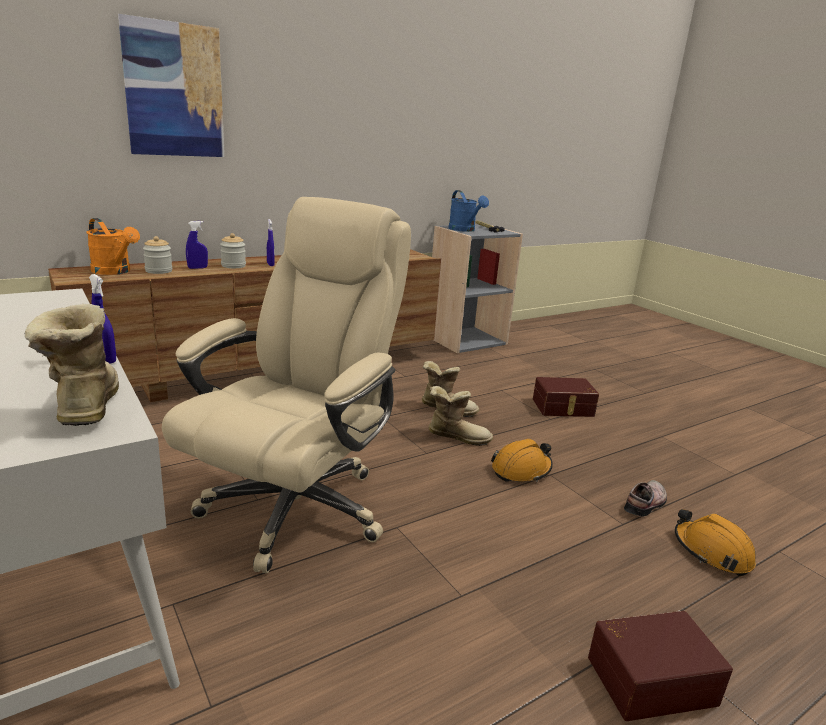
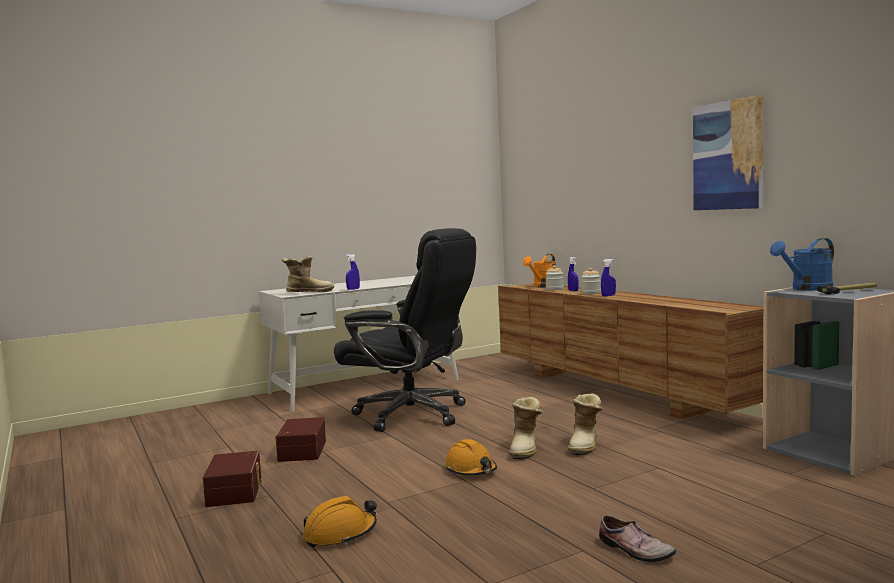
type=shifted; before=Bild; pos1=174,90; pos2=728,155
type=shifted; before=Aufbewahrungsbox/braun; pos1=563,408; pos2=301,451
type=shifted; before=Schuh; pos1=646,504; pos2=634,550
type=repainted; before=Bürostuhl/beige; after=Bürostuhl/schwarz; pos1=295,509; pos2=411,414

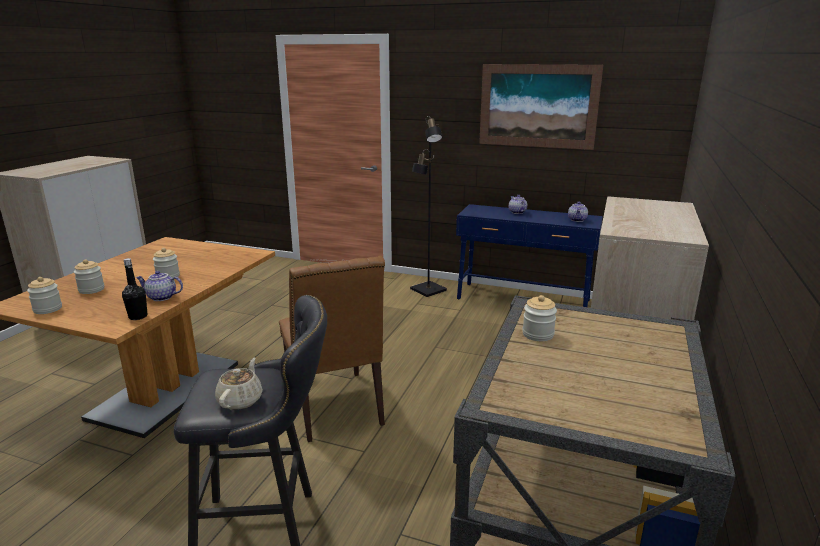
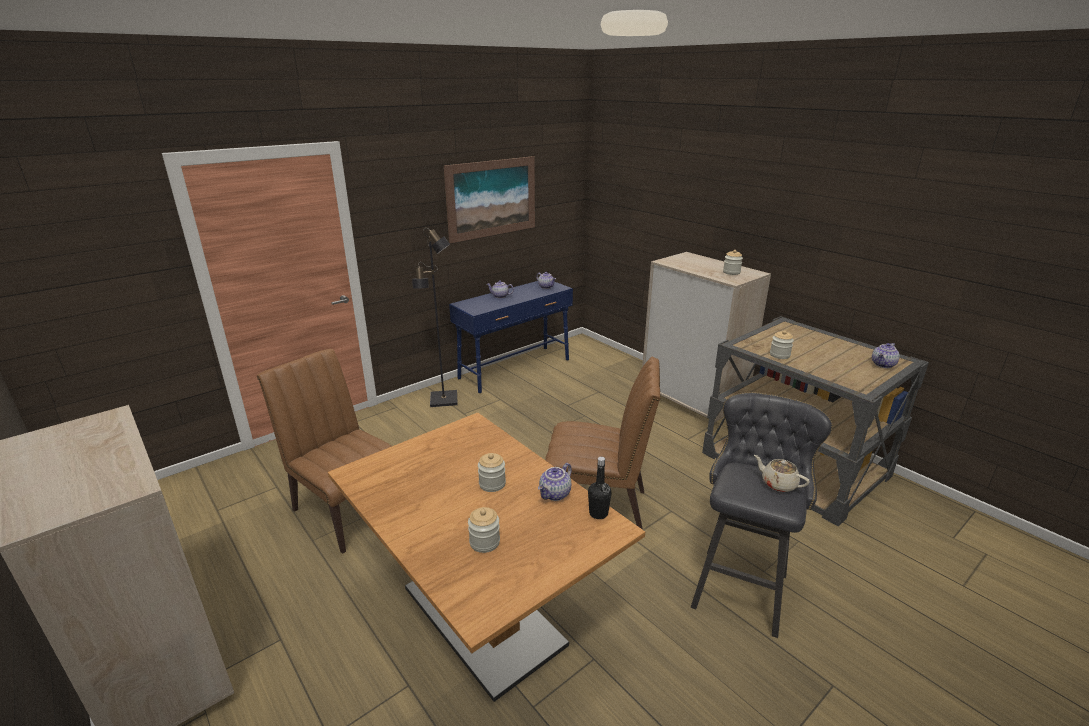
type=new; after=Stuhl/braun; pos2=348,513
type=new; after=Teekanne; pos2=883,365
type=shifted; before=Vorratsglas; pos1=47,309; pos2=731,272

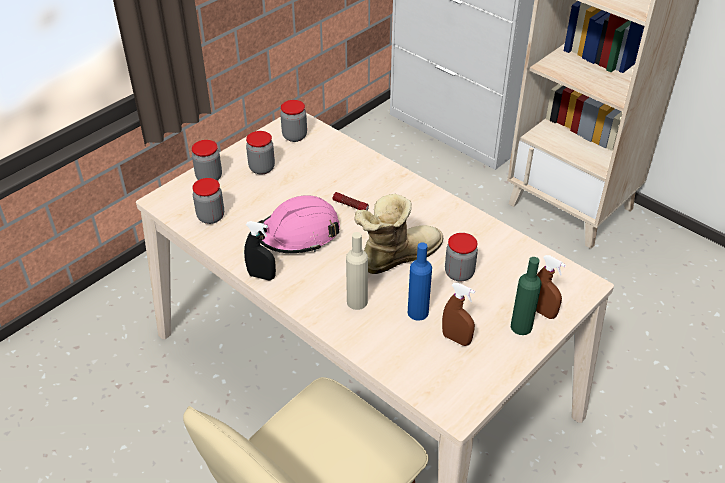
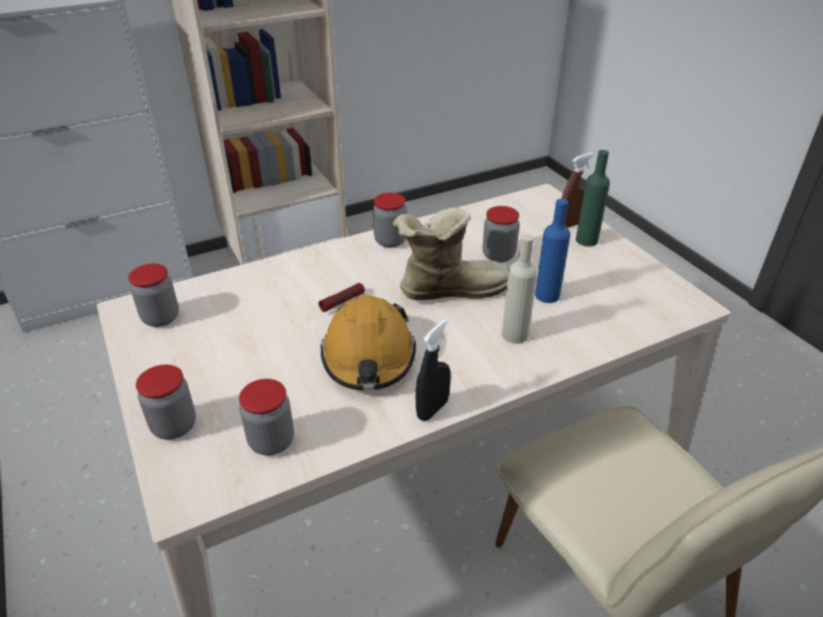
type=gone; before=Sprühflasche/braun; pos1=456,339
type=shifted; before=Vorratsglas; pos1=262,168; pos2=390,241
type=repainted; before=Schutzhelm/rosa; after=Schutzhelm/orange; pos1=299,234; pos2=369,357
type=rotated; before=Stiefel; pos1=396,255; pos2=450,288; turn=90

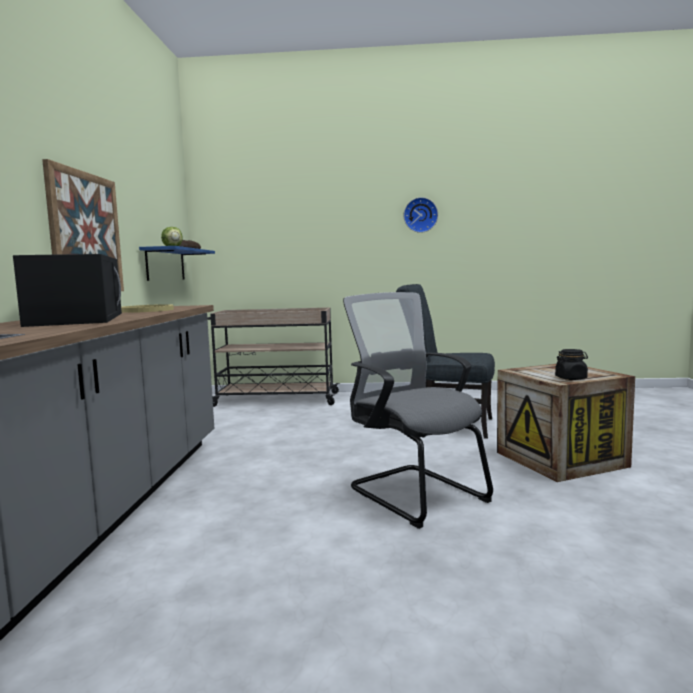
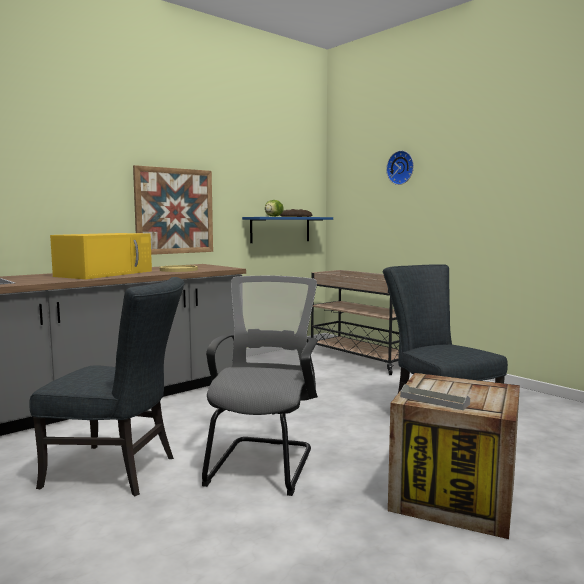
type=new; after=Stuhl/grau; pos2=119,471
type=shifted; before=Wanduhr; pos1=420,215; pos2=401,167
type=swapped; before=Vorratsglas/schwarz; after=Tablett/grau; pos1=571,378; pos2=434,400
type=repainted; before=Mikrowelle/schwarz; after=Mikrowelle/gelb; pos1=77,319; pos2=105,273

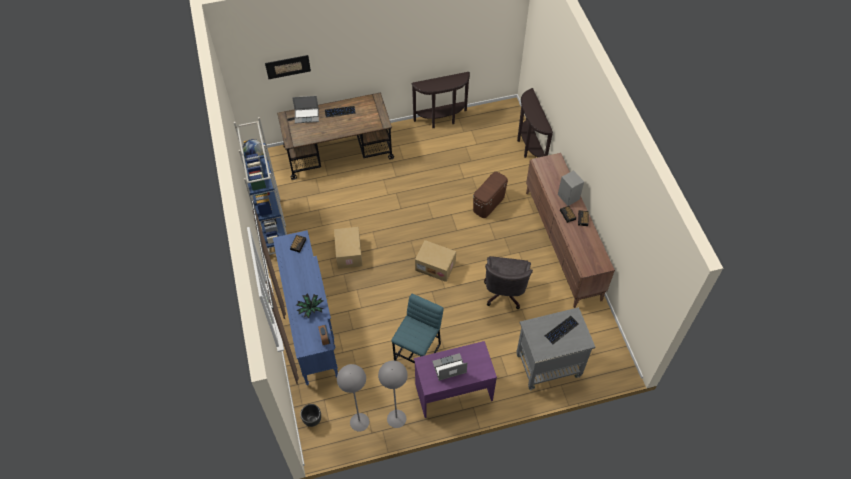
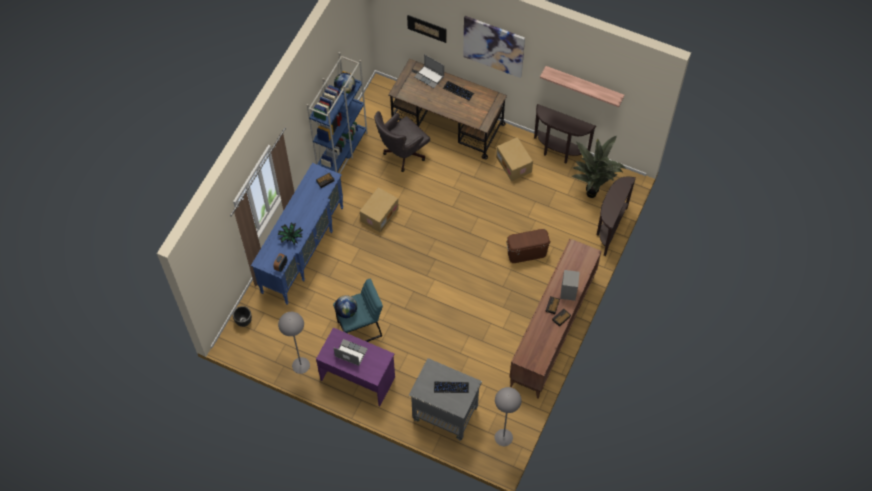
type=new; after=Globus; pos2=346,311
type=new; after=Bild; pos2=493,46
type=new; after=Wandregal; pos2=584,85
type=new; after=Topfpflanze; pos2=592,192
type=shifted; before=Stehlampe/grau; pos1=359,422; pos2=503,437
type=shifted; before=Karton; pos1=436,266; pos2=514,164
type=shifted; before=Bürostuhl/grau; pos1=504,295; pos2=403,155

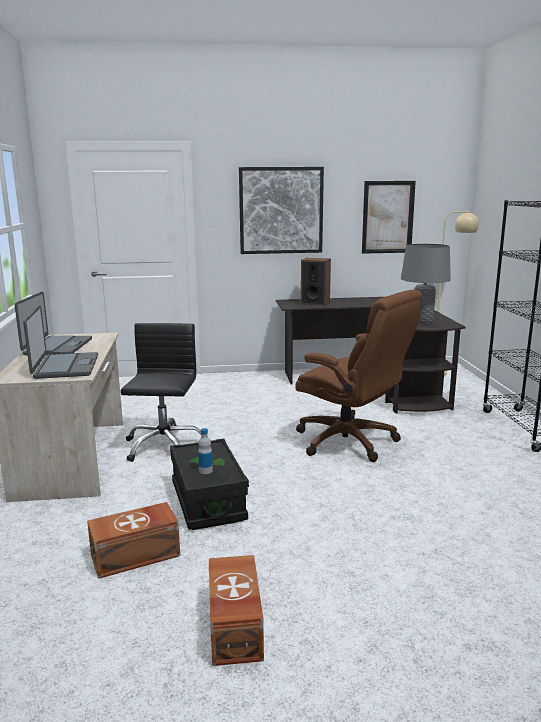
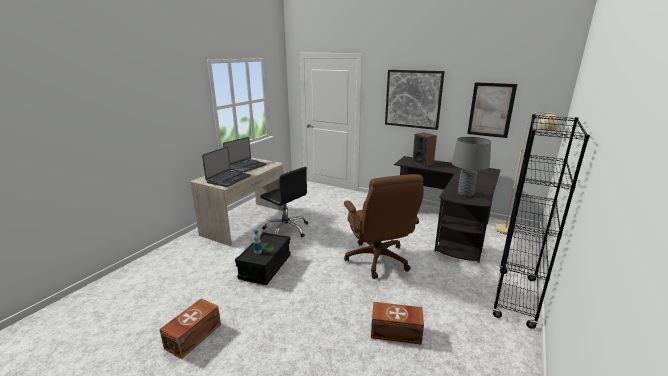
type=shifted; before=Aufbewahrungsbox/braun; pos1=137,556; pos2=396,332
type=rotated; before=Bürostuhl/schwarz; pos1=164,446; pos2=286,229; turn=90

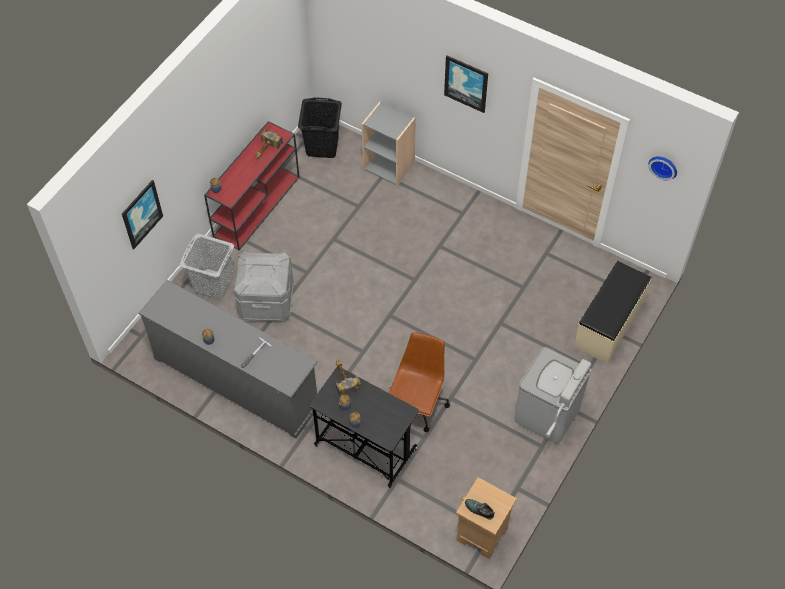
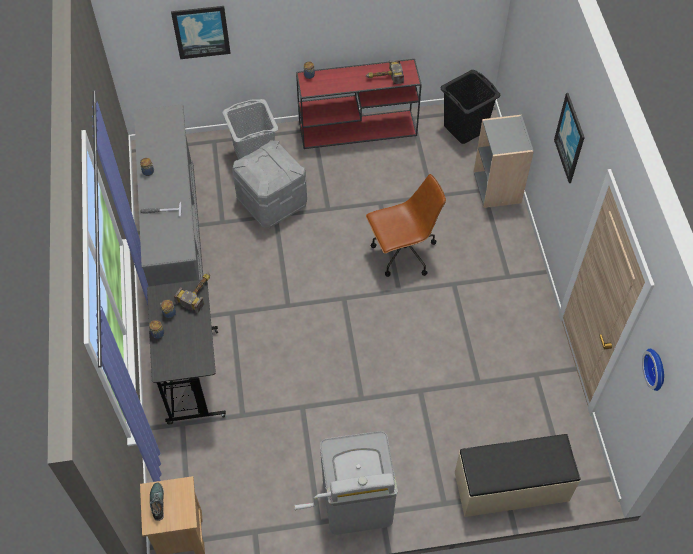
type=shifted; before=Bürostuhl/braun; pos1=417,406; pos2=403,253

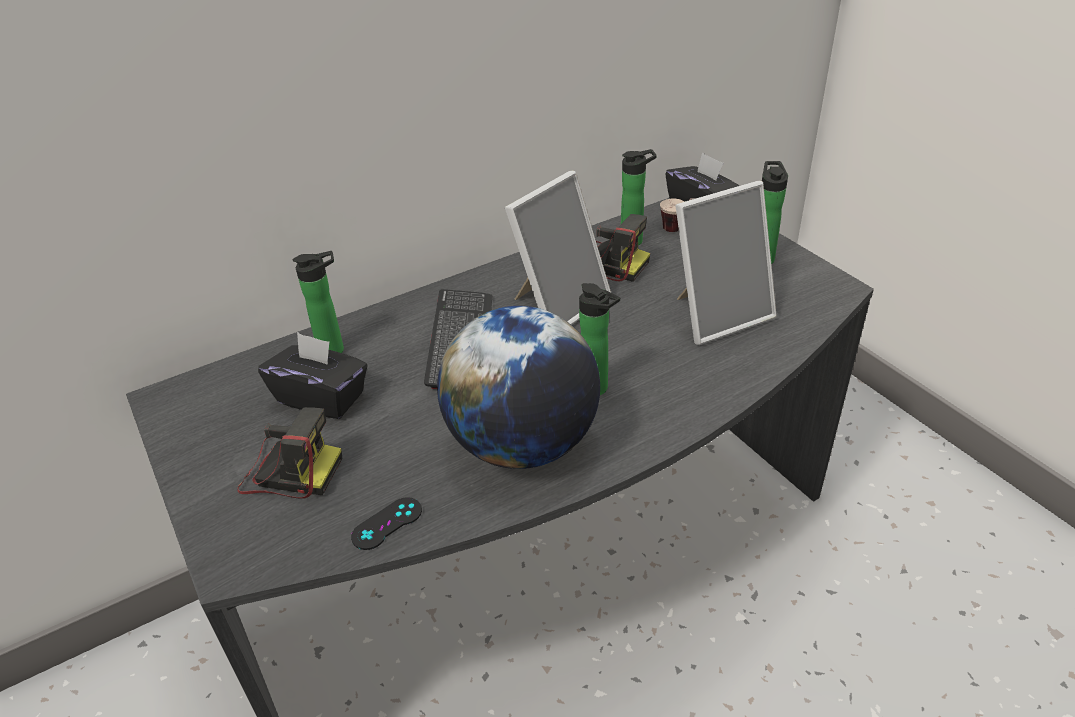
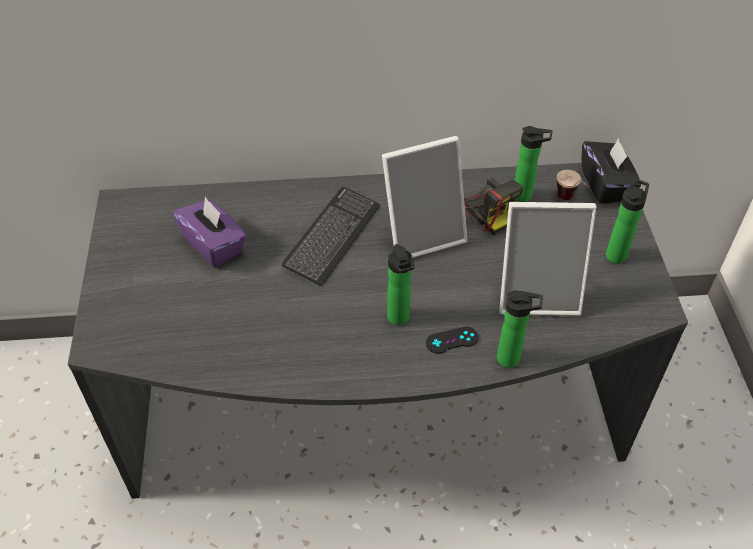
type=gone; before=Kamera; pos1=289,470
type=gone; before=Globus; pos1=523,444
type=shifted; before=Flasche; pos1=335,350; pos2=512,359
type=shifted; before=Gamepad/schwarz; pos1=387,523; pos2=452,340
type=repainted; before=Taschentuchbox/schwarz; after=Taschentuchbox/lila; pos1=322,397; pos2=214,245

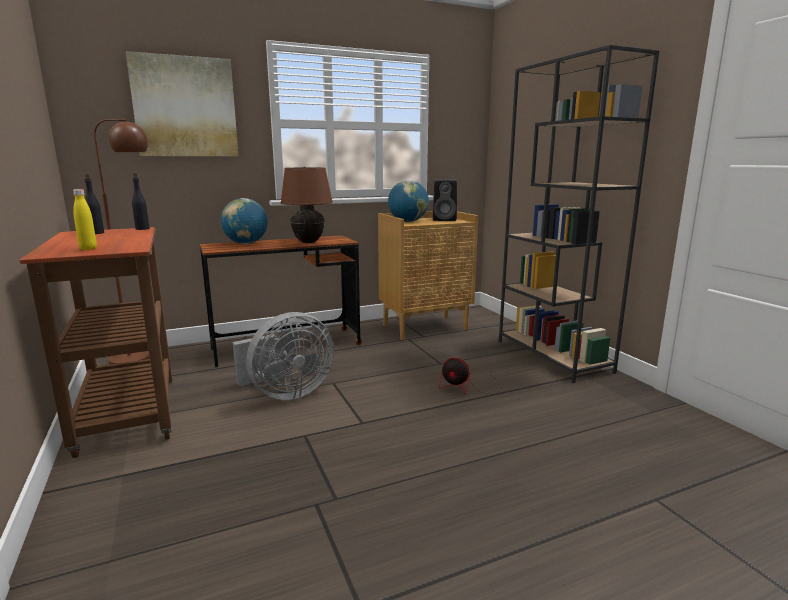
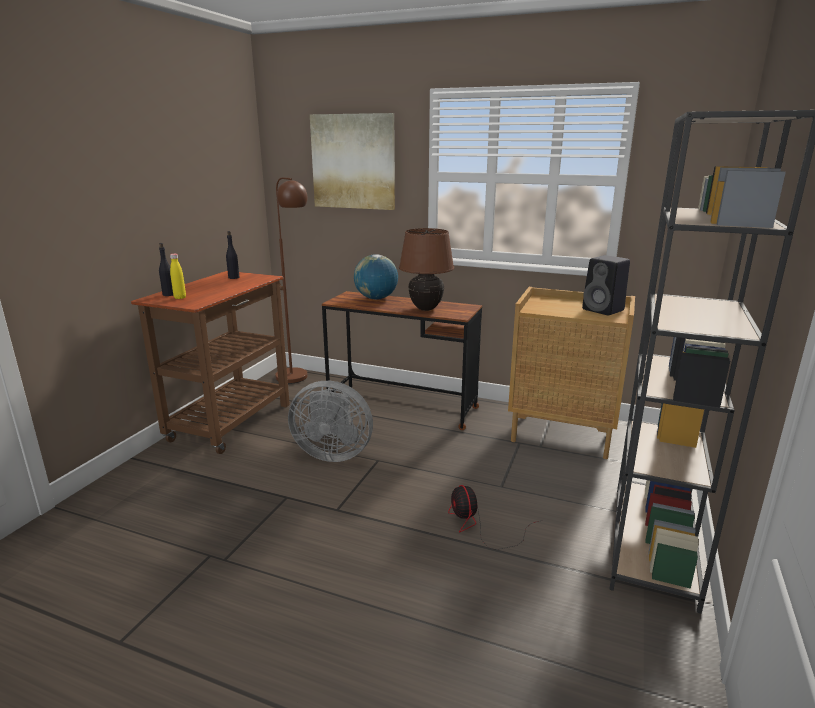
type=gone; before=Globus; pos1=408,221
type=shifted; before=Flasche/schwarz; pos1=142,229; pos2=169,294

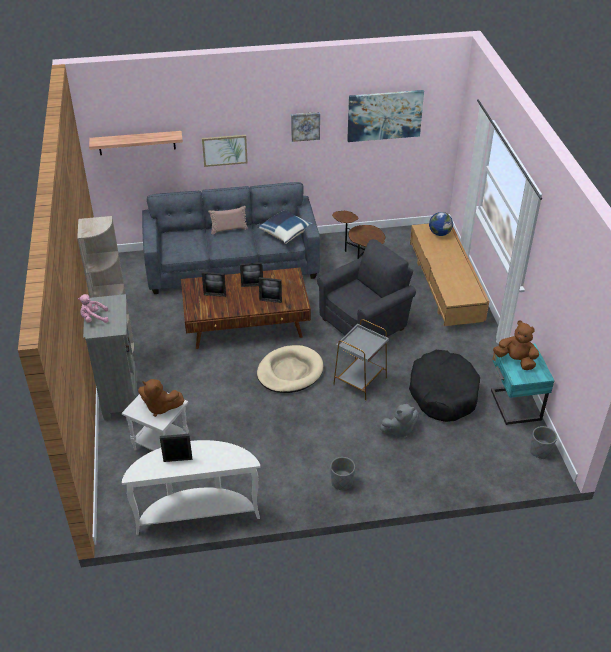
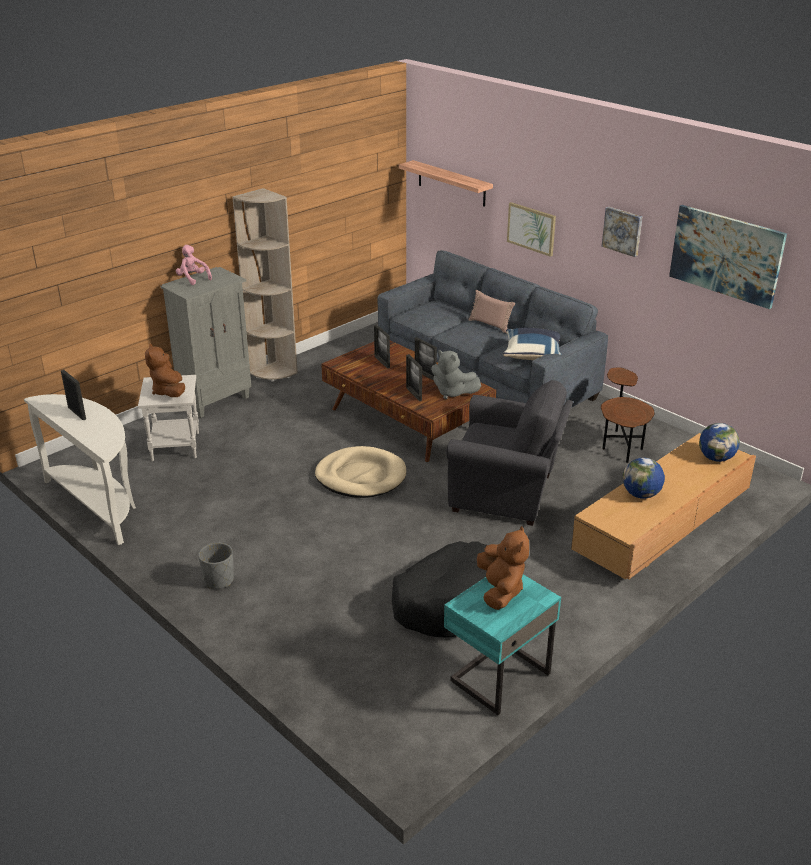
type=gone; before=Beistelltisch/grau; pos1=359,382
type=gone; before=Pflanzkübel/grau; pos1=540,451
type=new; after=Globus; pos2=641,495
type=shifted; before=Plüschtier/grau; pos1=399,430; pos2=452,393

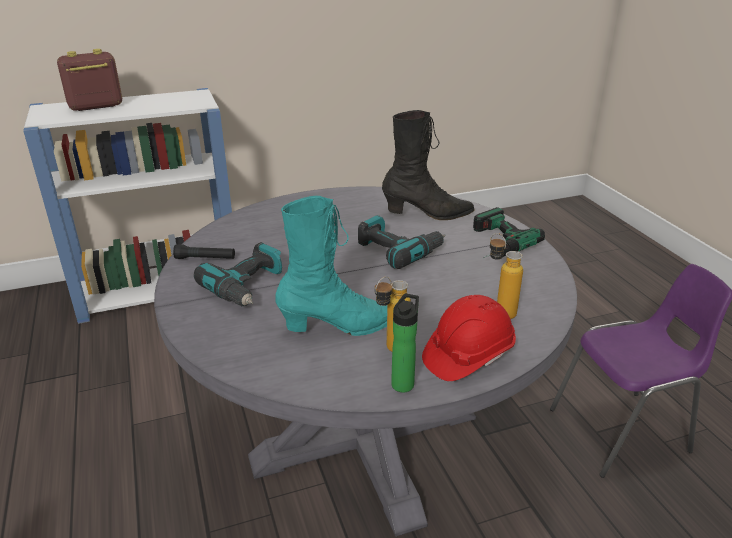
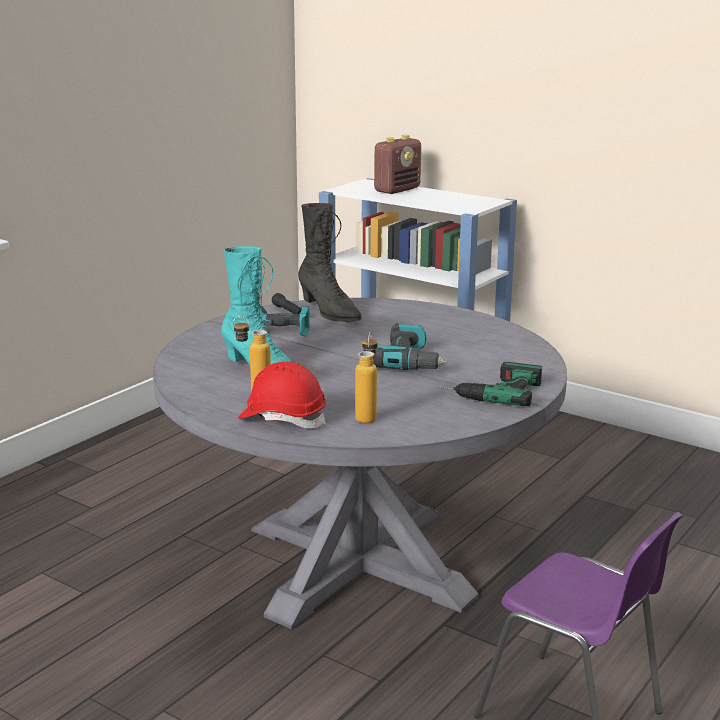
type=gone; before=Flasche; pos1=403,382
type=shifted; before=Stiefel/schwarz; pos1=428,214; pos2=329,312
type=rotated; before=Radio; pos1=95,106; pos2=397,190; turn=105

